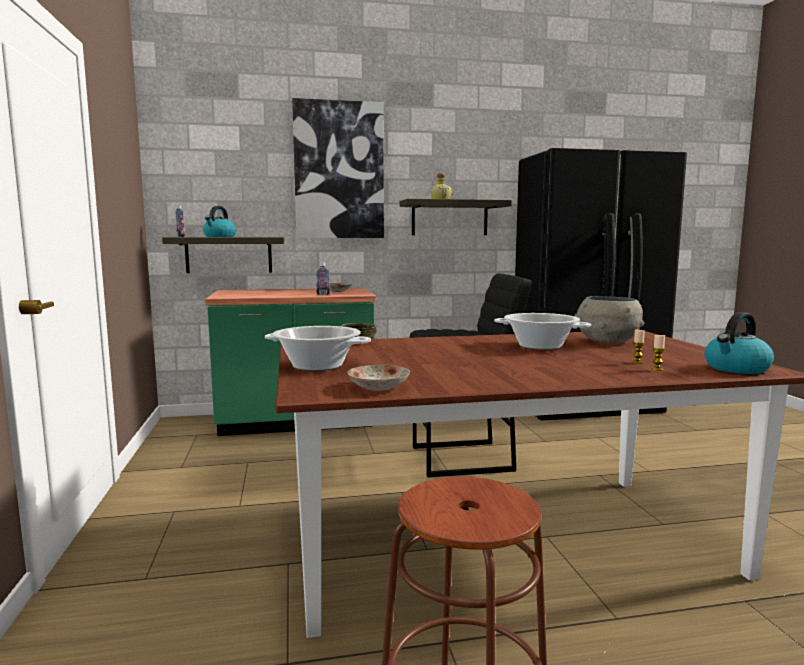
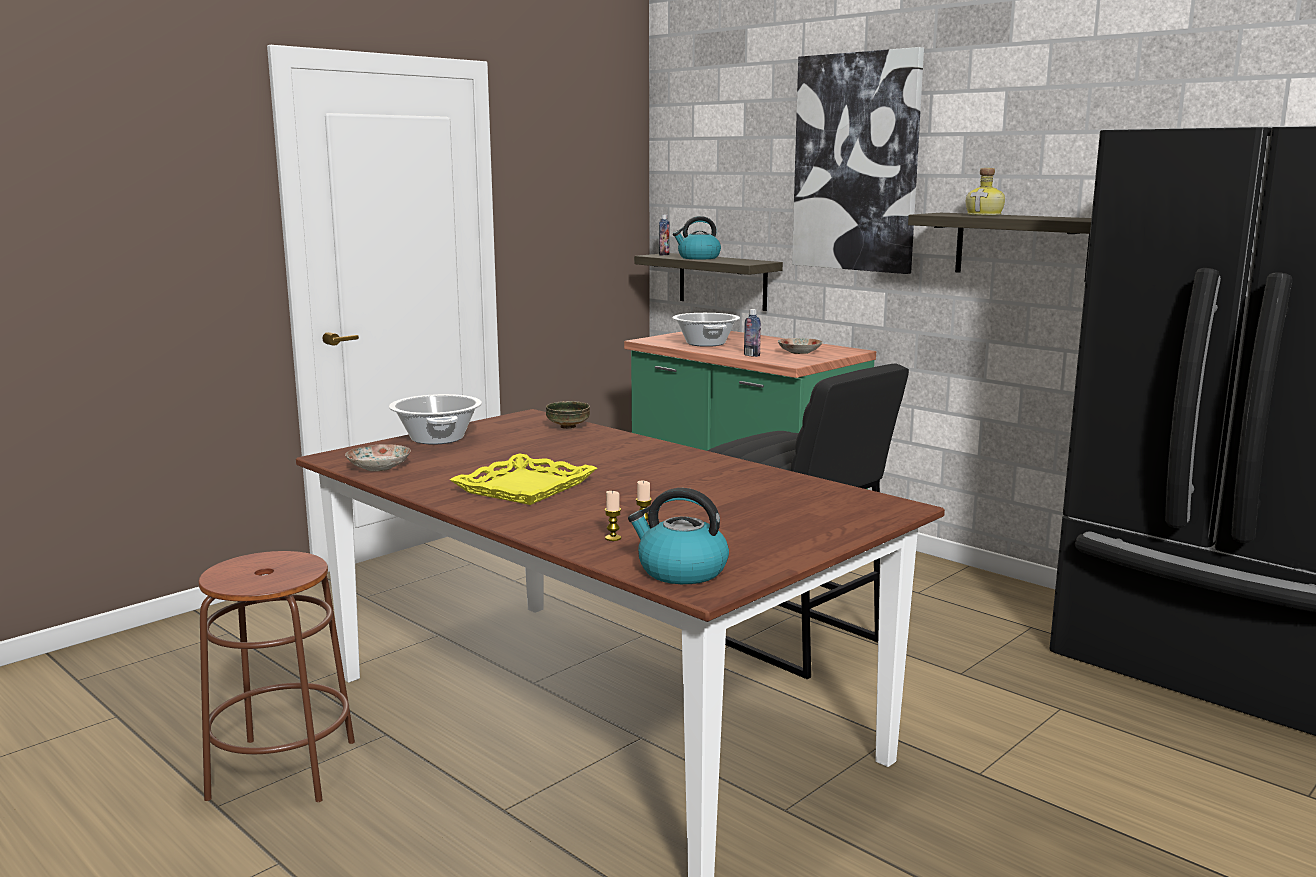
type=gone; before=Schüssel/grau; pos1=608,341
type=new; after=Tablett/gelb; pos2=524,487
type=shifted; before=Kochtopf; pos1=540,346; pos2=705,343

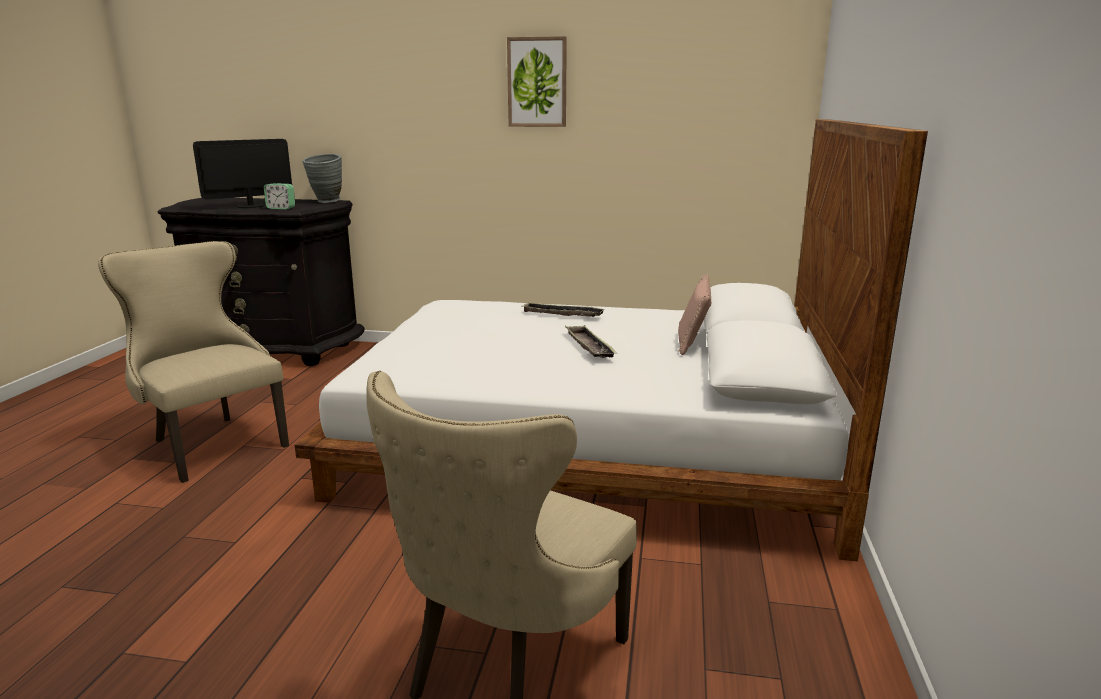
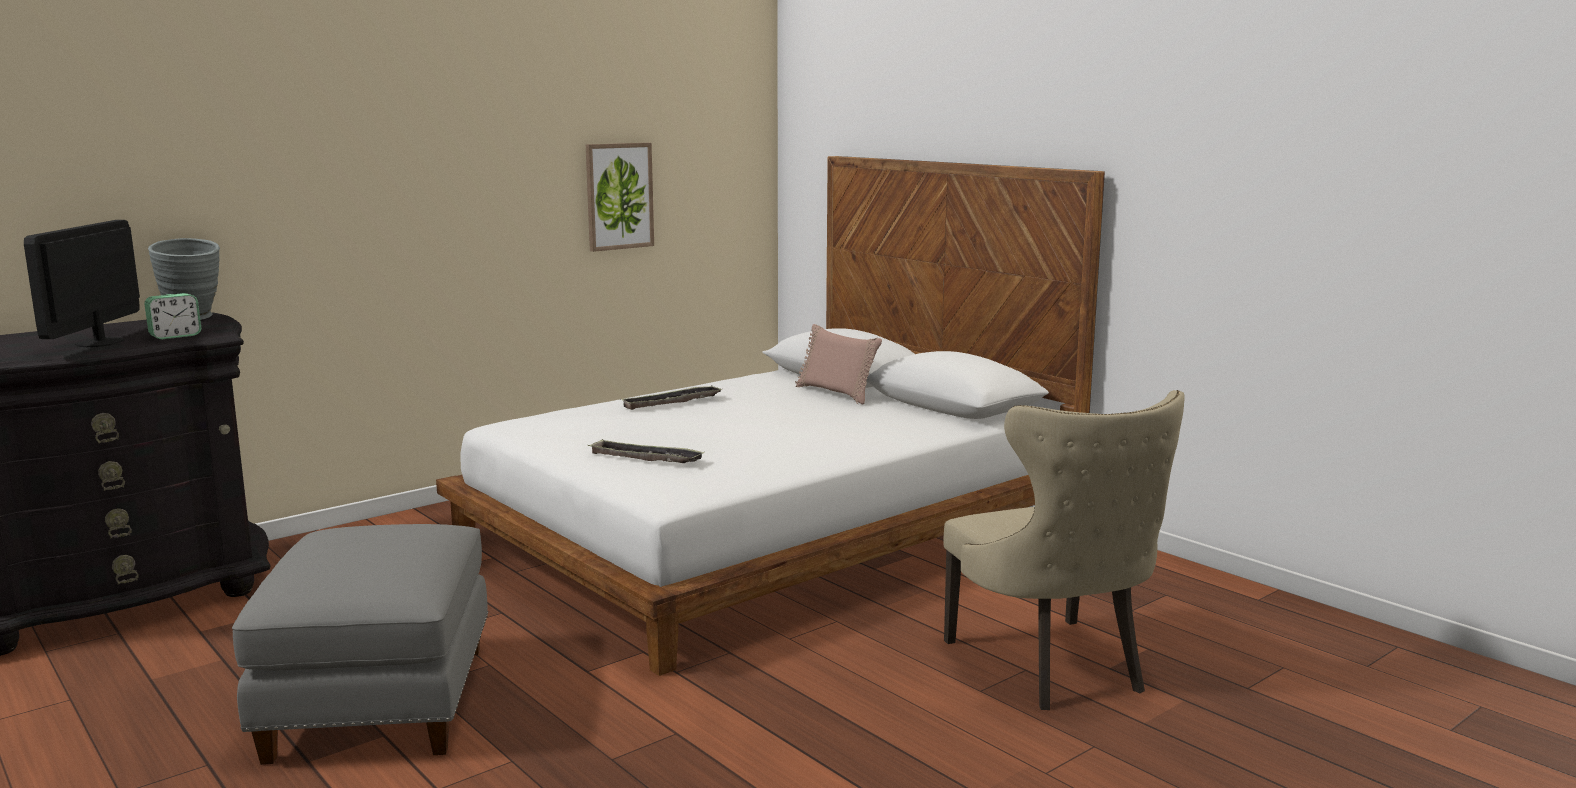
type=shifted; before=Bild; pos1=537,82; pos2=619,196
type=shifted; before=Tablett; pos1=589,346; pos2=645,458
type=swapped; before=Stuhl/beige; after=Polsterhocker/grau; pos1=212,444; pos2=377,702

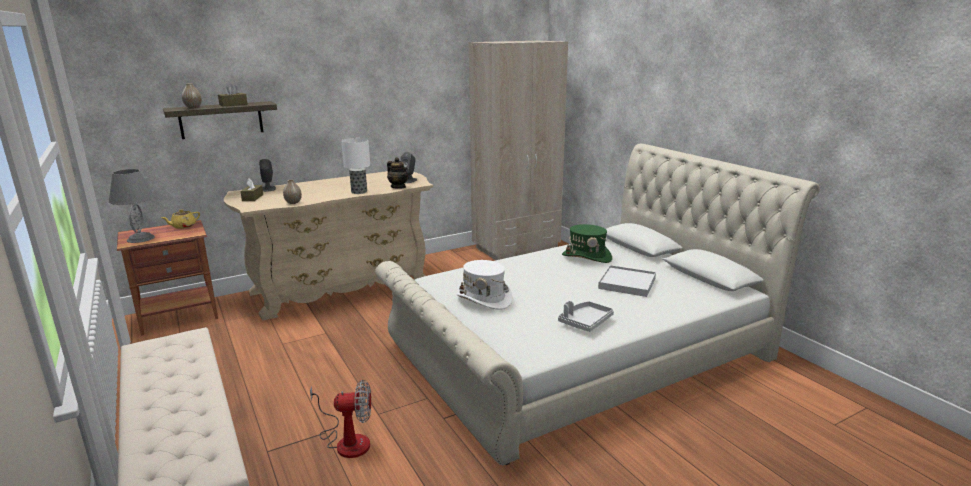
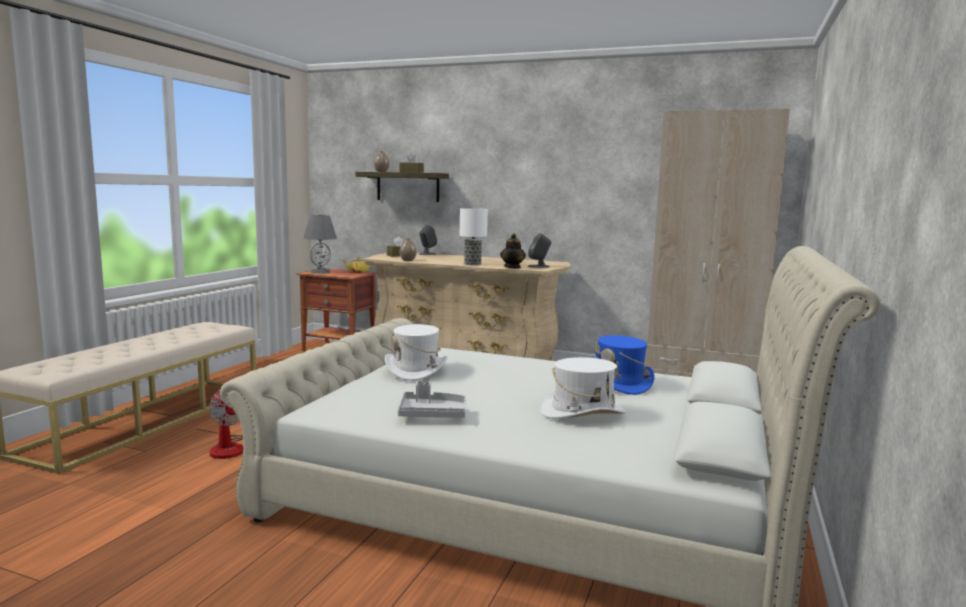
type=swapped; before=Tablett/weiß; after=Hut/weiß; pos1=627,283; pos2=583,413
type=repainted; before=Hut/grün; after=Hut/blau; pos1=586,257; pos2=619,383

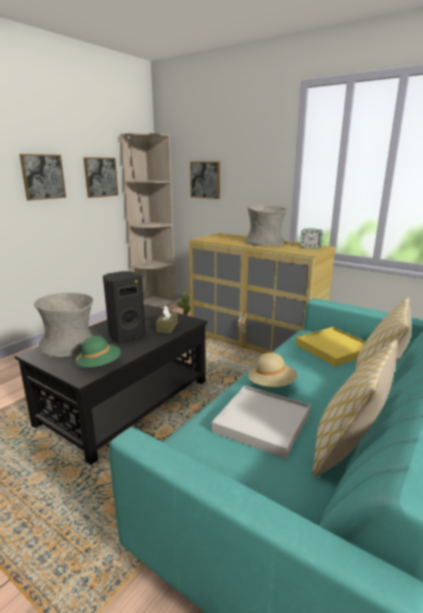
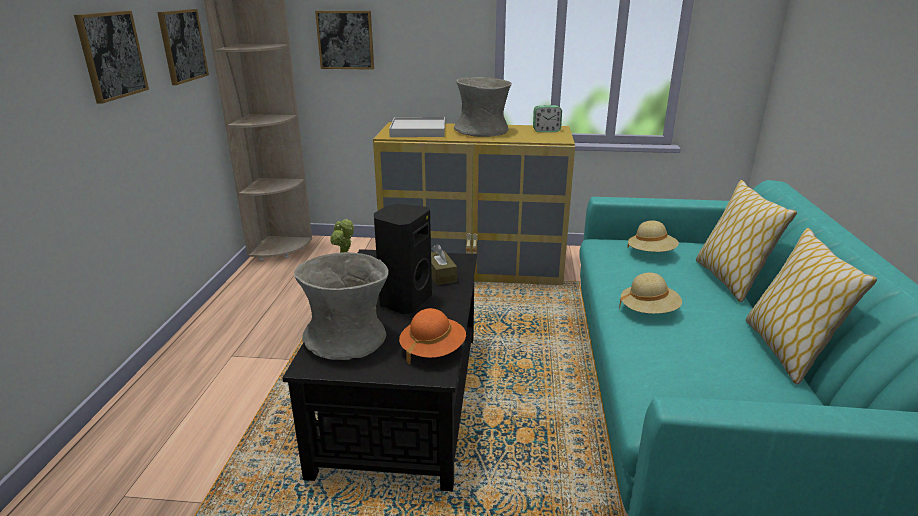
type=shifted; before=Tablett/weiß; pos1=262,422; pos2=418,130
type=swapped; before=Tablett/gelb; after=Hut/beige; pos1=333,348; pos2=651,253
type=repainted; before=Hut/grün; after=Hut/orange; pos1=99,365; pos2=432,350

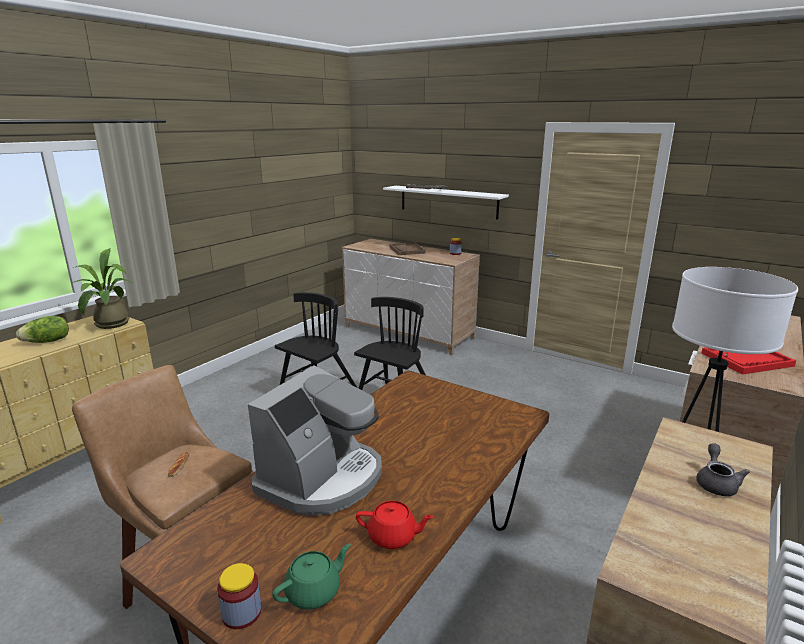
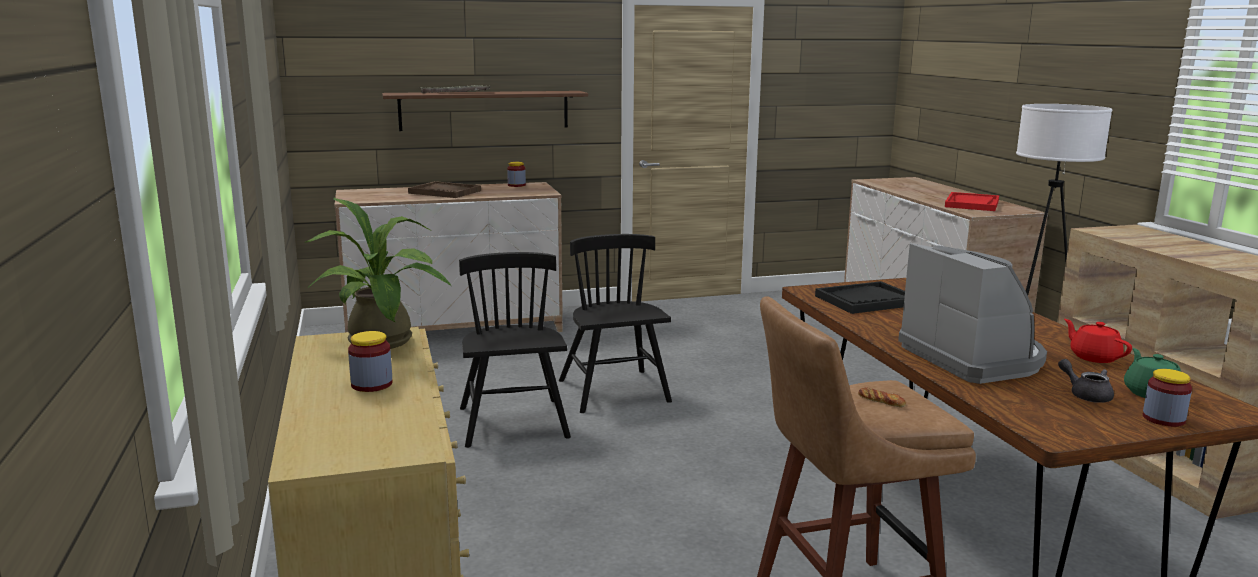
type=new; after=Tablett/schwarz; pos2=866,300
type=shifted; before=Teekanne/grau; pos1=716,483; pos2=1086,395
type=swapped; before=Salatkopf; after=Vorratsglas; pos1=47,341; pos2=372,384
type=repainted; before=Wandregal/weiß; after=Wandregal/braun; pos1=448,202; pos2=484,110
type=rotated; before=Teekanne/rot; pos1=393,537; pos2=1094,357; turn=-75

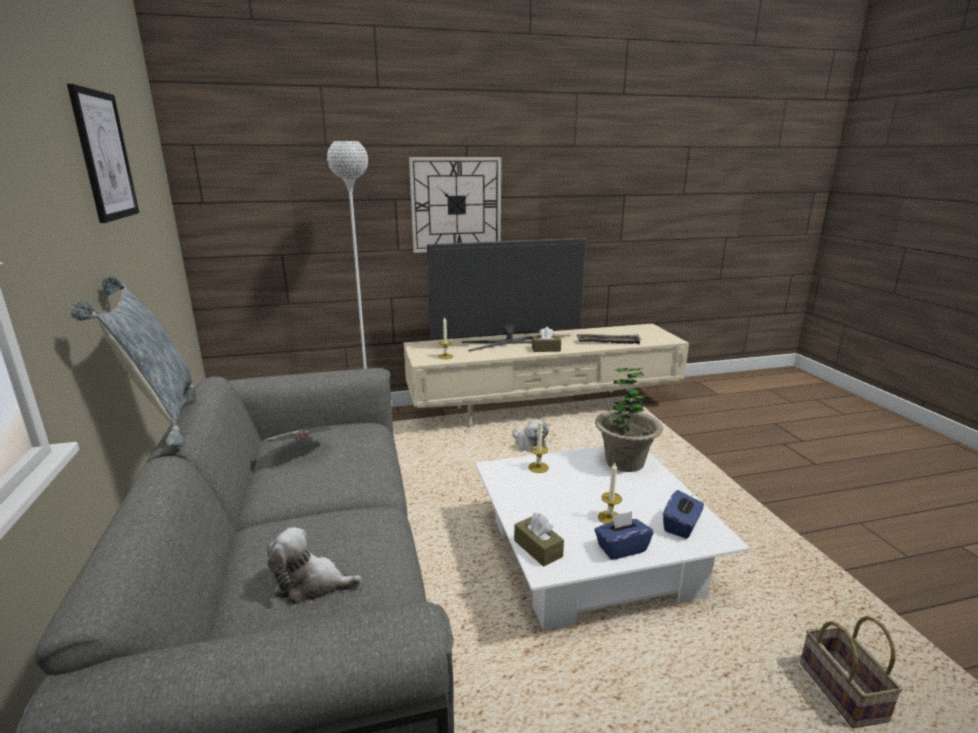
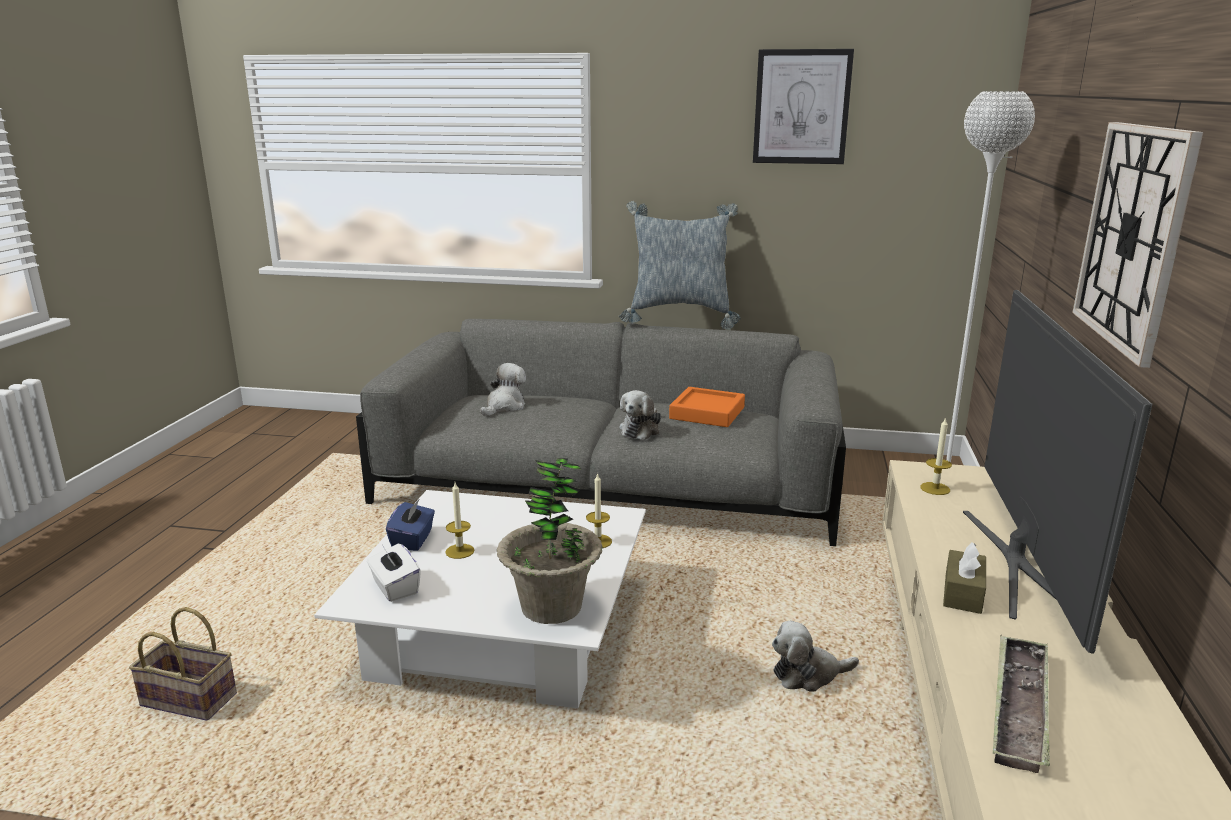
type=gone; before=Taschentuchbox/braun; pos1=538,548
type=new; after=Plüschtier; pos2=641,430
type=swapped; before=Zeitung; after=Tablett/orange; pos1=300,450; pos2=707,413
type=repainted; before=Taschentuchbox/blau; after=Taschentuchbox/weiß; pos1=681,526; pos2=395,588

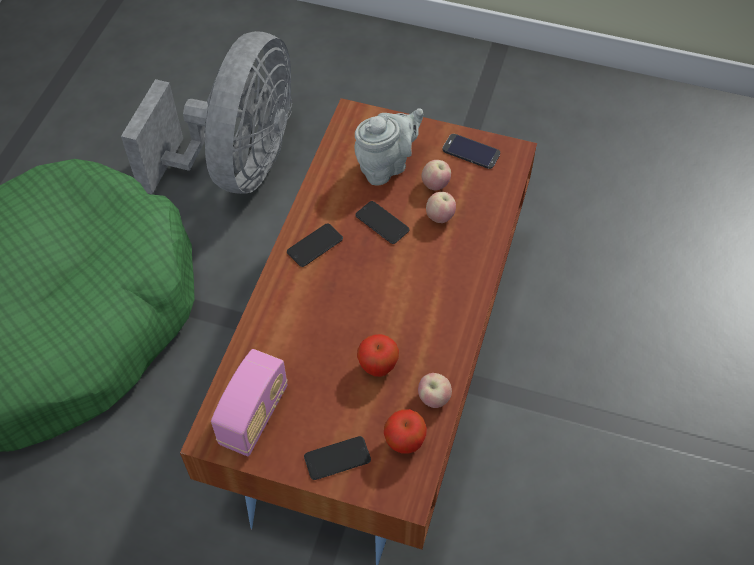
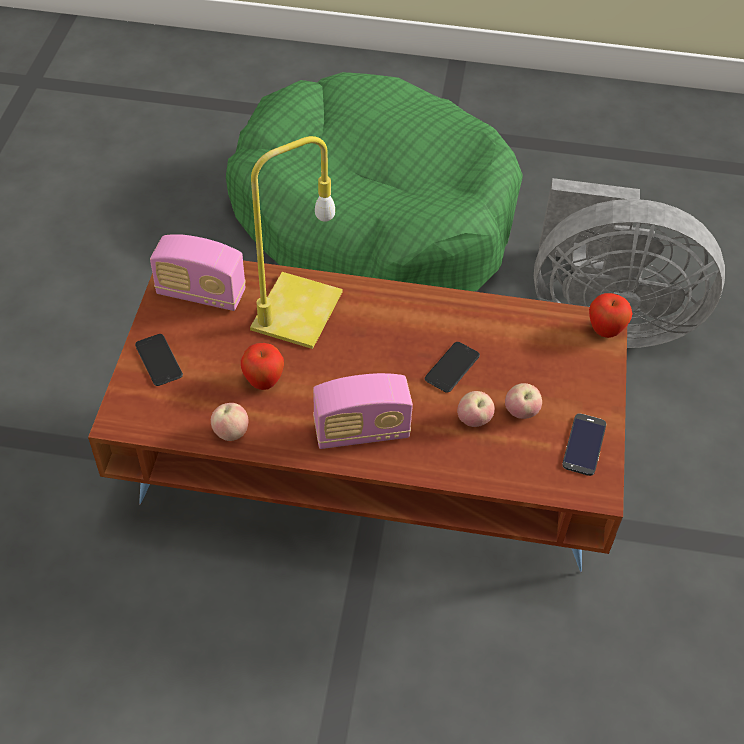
type=gone; before=Handy; pos1=315,245
type=gone; before=Teekanne/grau; pos1=386,166
type=new; after=Tischlampe/gelb; pos2=297,313
type=new; after=Radio; pos2=361,431
type=shifted; before=Apfel; pos1=404,443; pos2=605,331

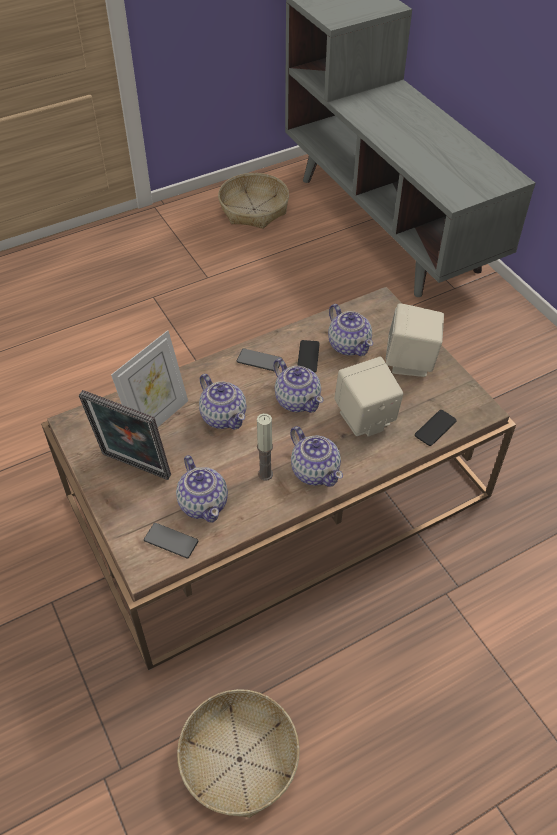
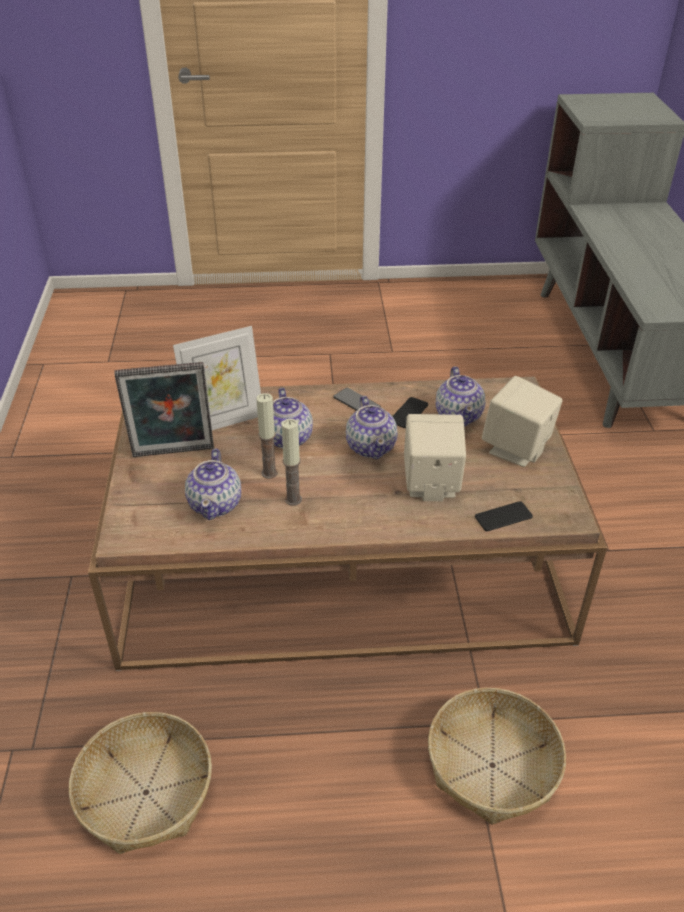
type=gone; before=Handy; pos1=171,541
type=gone; before=Teekanne; pos1=315,470
type=new; after=Kerze; pos2=269,473
type=shifted; before=Korb; pos1=254,209; pos2=493,765
type=rotated; before=Bilderrahmen; pos1=133,468; pos2=173,454; turn=-60

